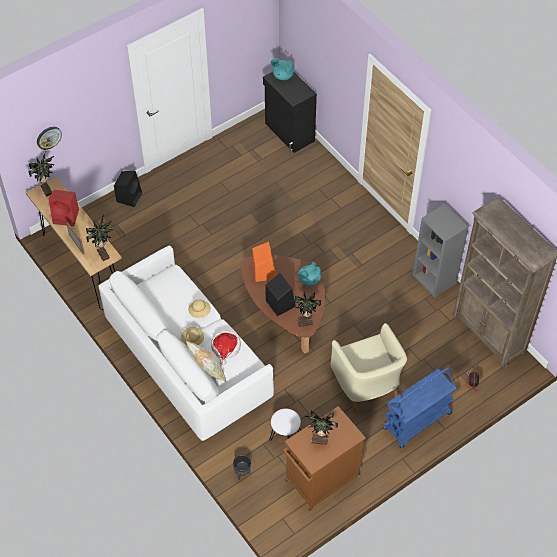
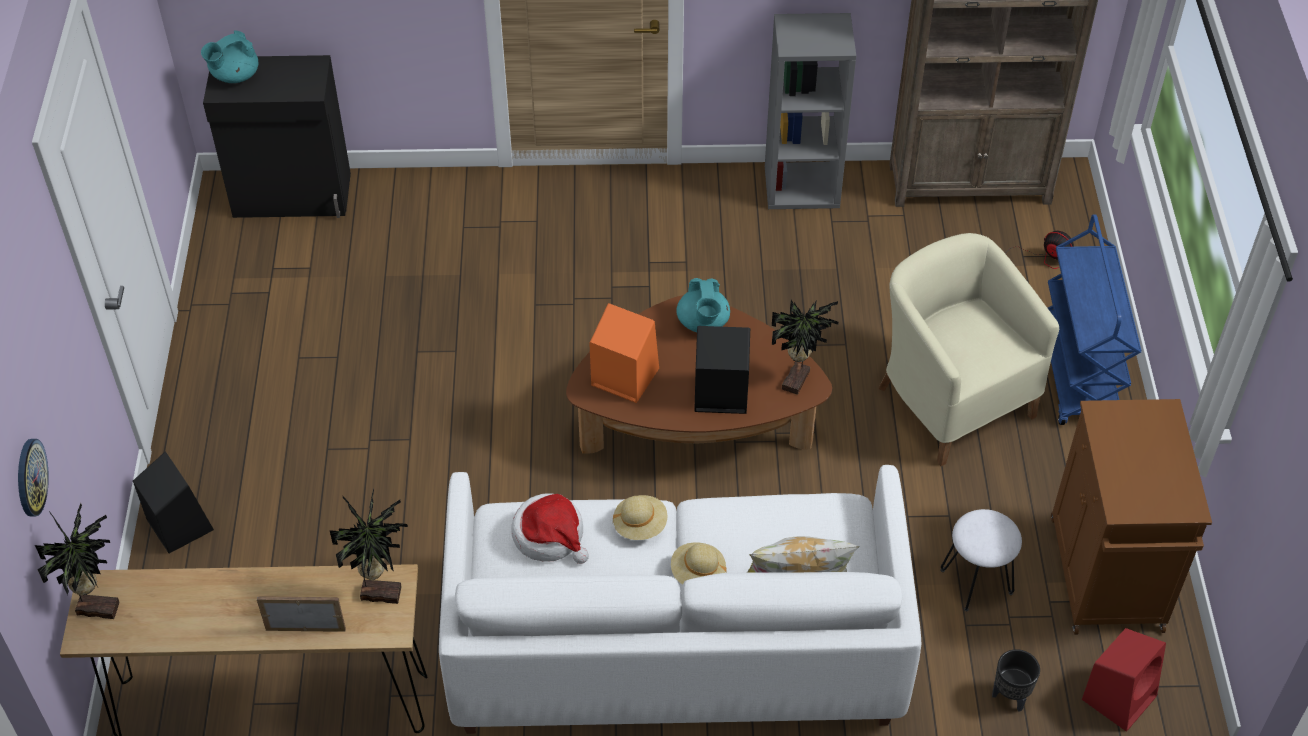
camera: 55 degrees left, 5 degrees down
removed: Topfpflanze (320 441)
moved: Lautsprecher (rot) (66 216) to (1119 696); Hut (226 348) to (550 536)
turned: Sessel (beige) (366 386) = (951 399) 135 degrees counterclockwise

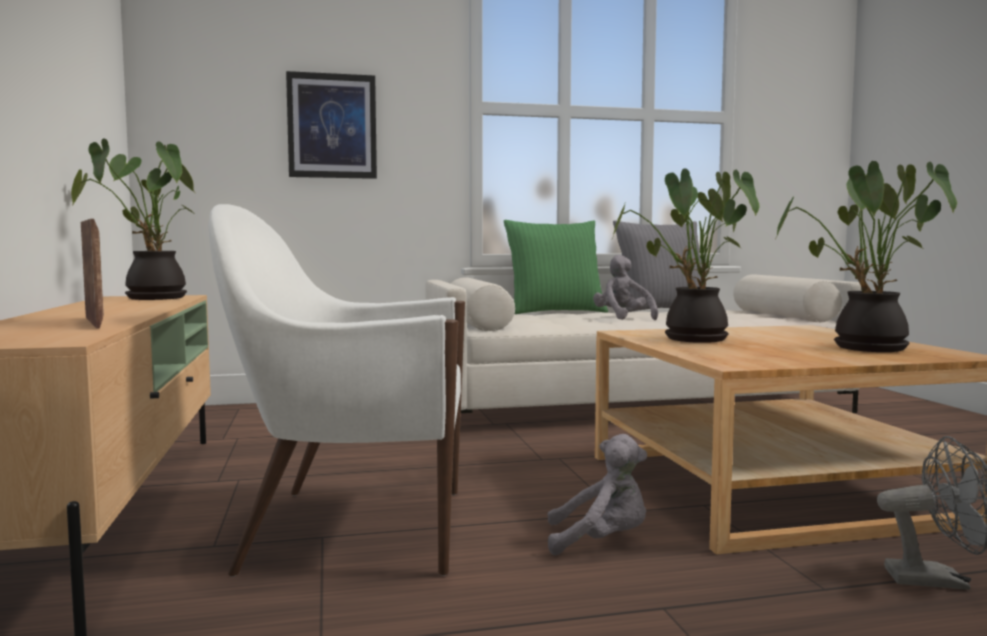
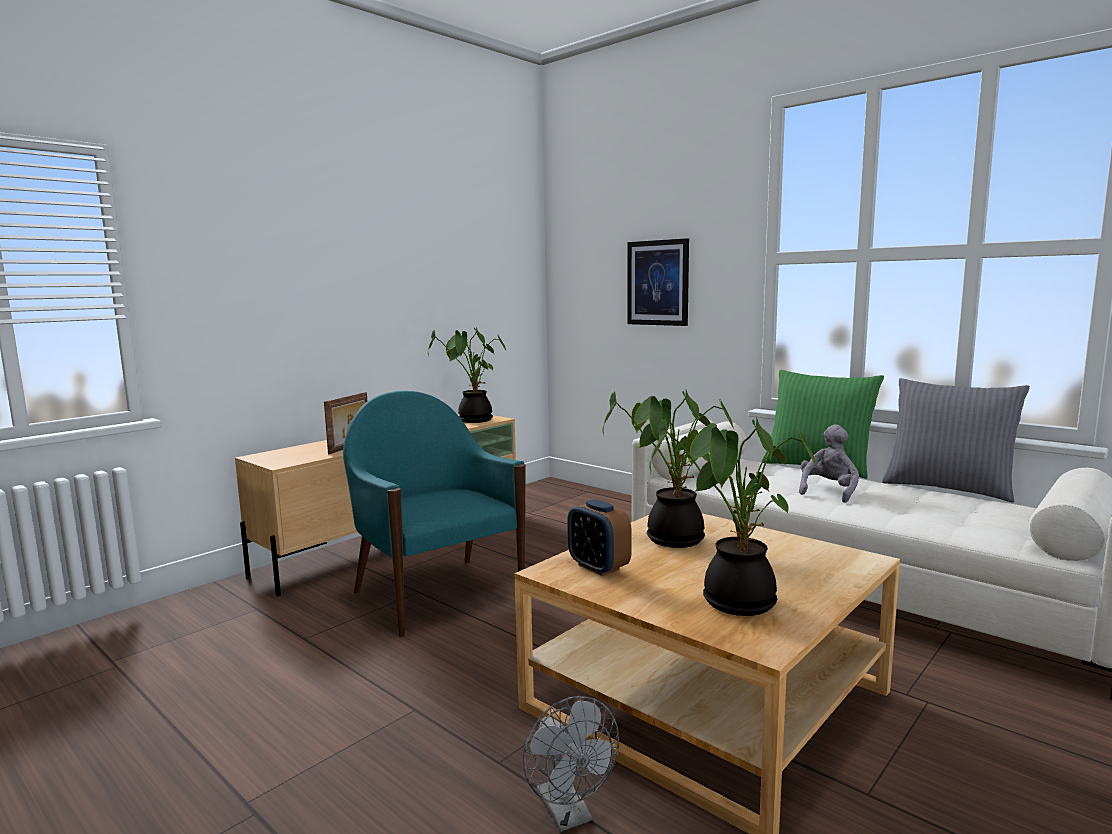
camera: 55 degrees right, 5 degrees up
removed: Plüschtier (grau) (601 542)
added: Wecker (598 567)
recoloured: Sessel (weiß) (352 529) to Sessel (türkis) (436 594)

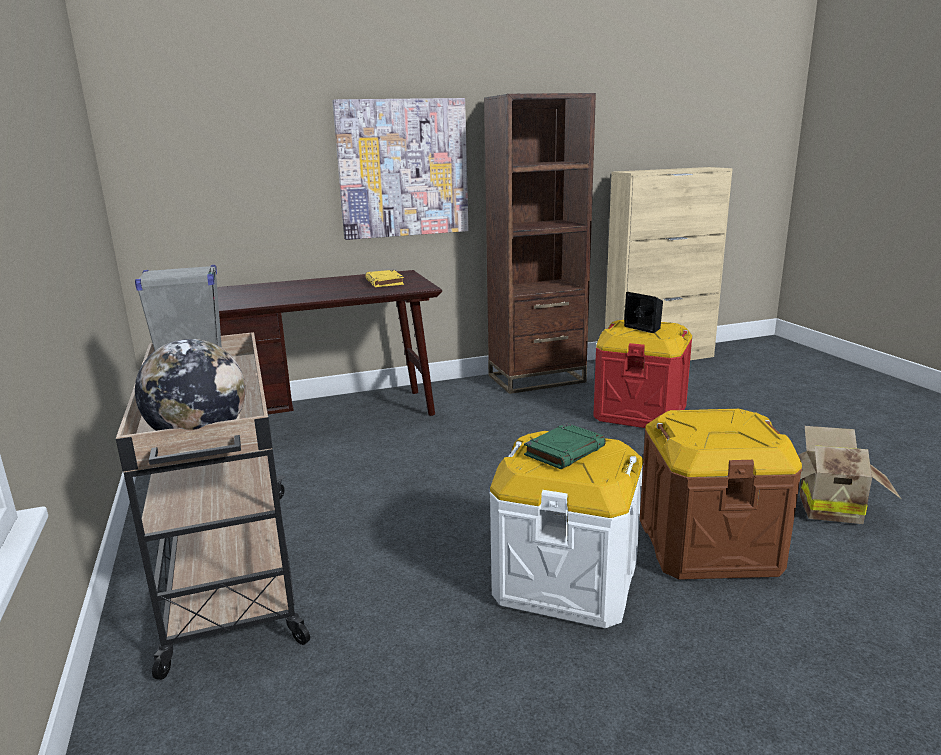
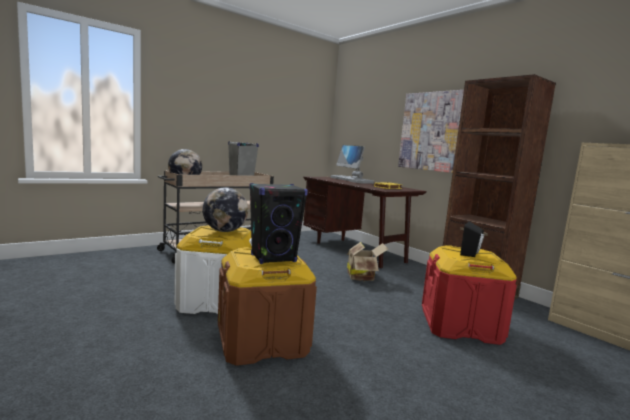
camera: 70 degrees right, 10 degrees down
added: Lautsprecher (schwarz) (273 258); Monitor (351 180)
moved: Karton (826 508) to (362 277)
replaced: Buch (grün) (564 451) to Globus (224 231)

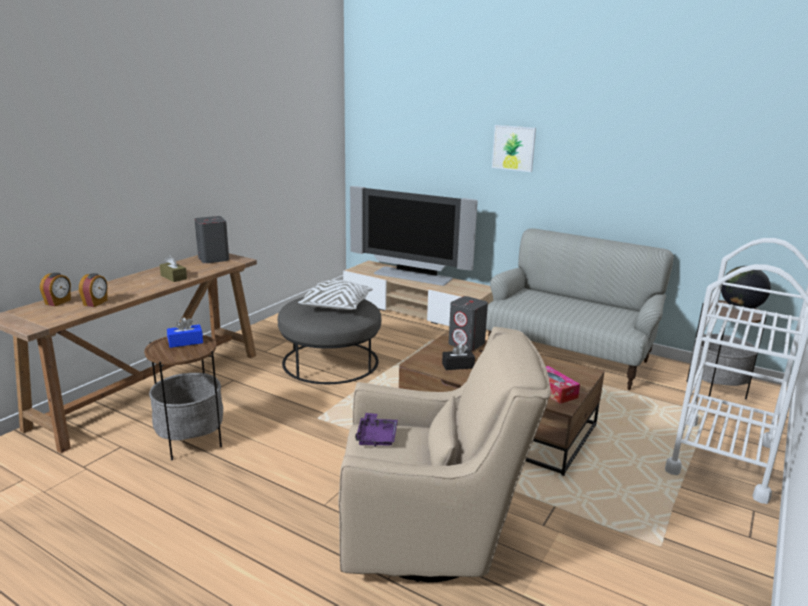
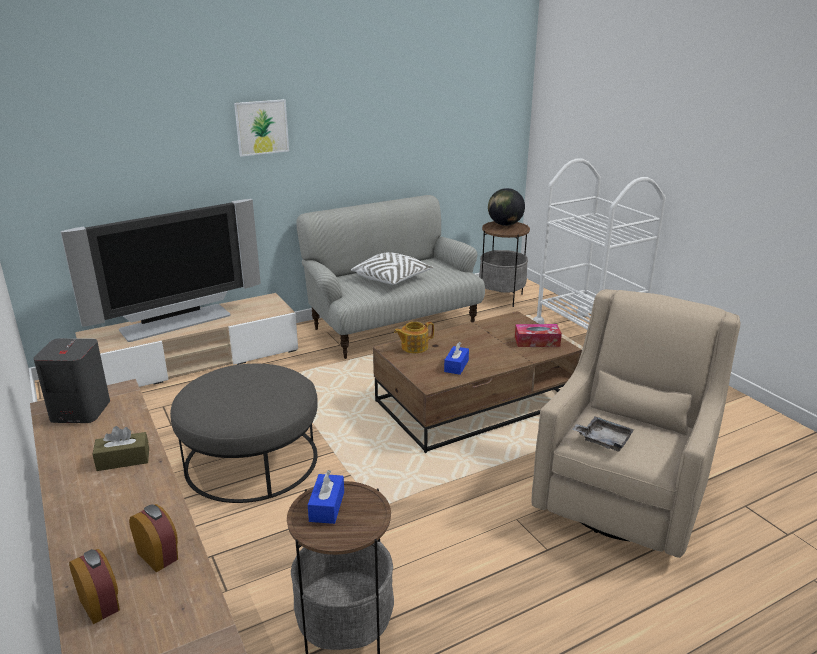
camera: 60 degrees left, 5 degrees up
moved: Kissen (weiß) (336 306) to (392 279)
replaced: Lautsprecher (grau) (467 344) to Teekanne (413 347)
recoloured: Tablett (lila) (376 437) to Tablett (grau) (603 440); Taschentuchbox (schwarz) (458 366) to Taschentuchbox (blau) (456 366)

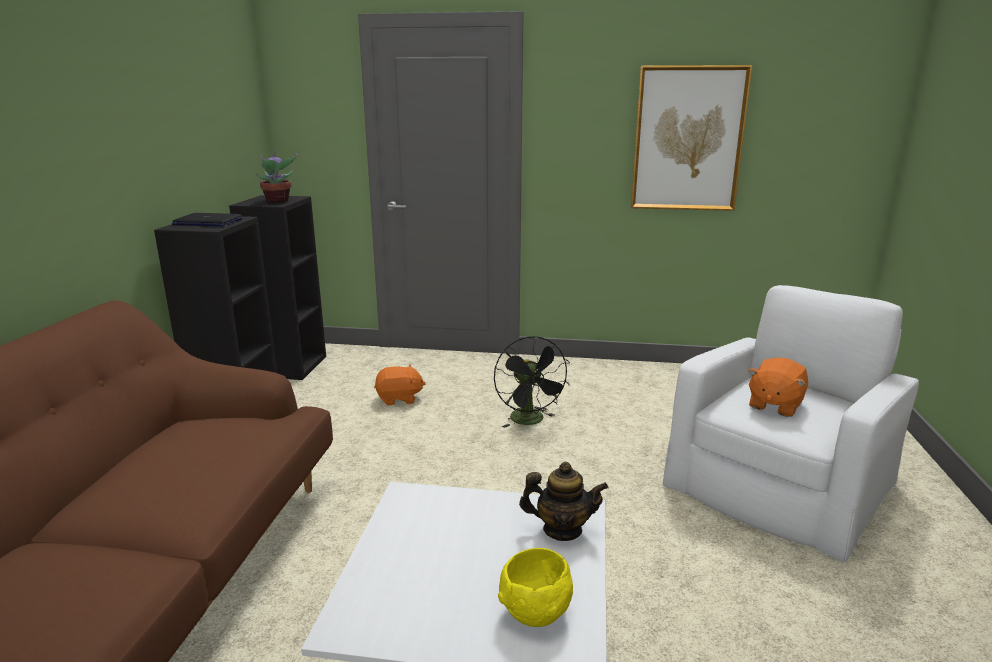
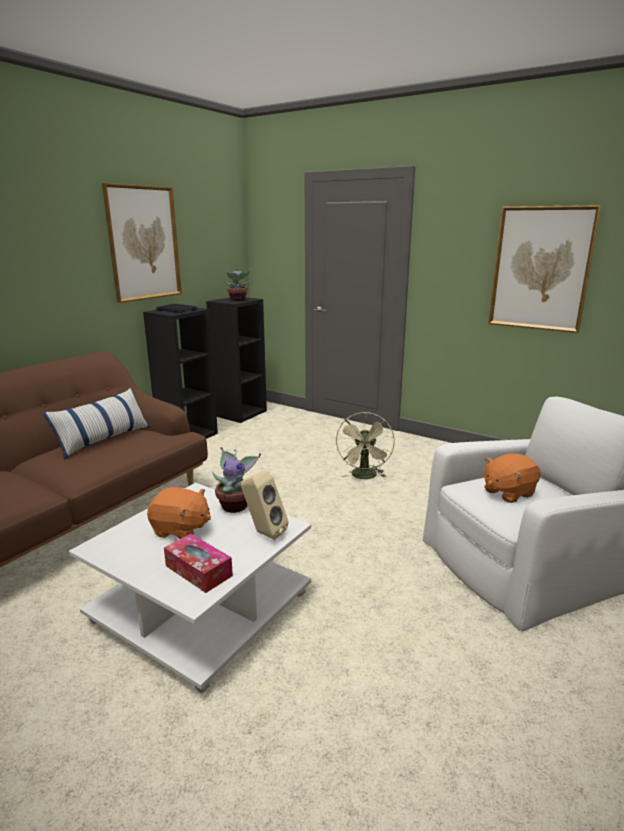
camera: 25 degrees right, 0 degrees up
added: Kissen (103 439); Bild (143 243); Topfpflanze (236 505)
moved: Plüschtier (orange) (399 399) to (181 530)
replaced: Schüssel (gelb) (536 612) to Taschentuchbox (198 570); Teekanne (562 530) to Lautsprecher (beige) (263 533)
recoloured: Ventilator (schwarz) (531 421) to Ventilator (grün) (365 477)

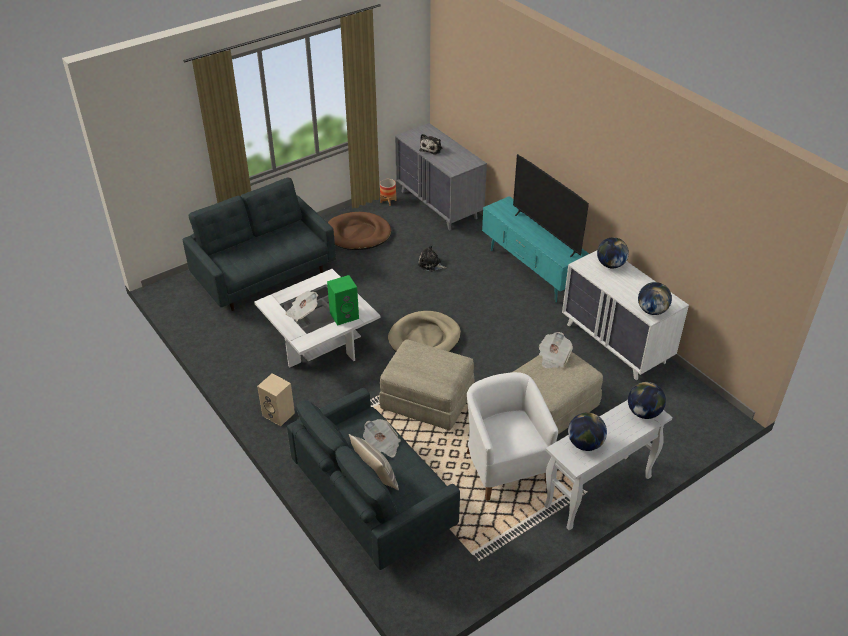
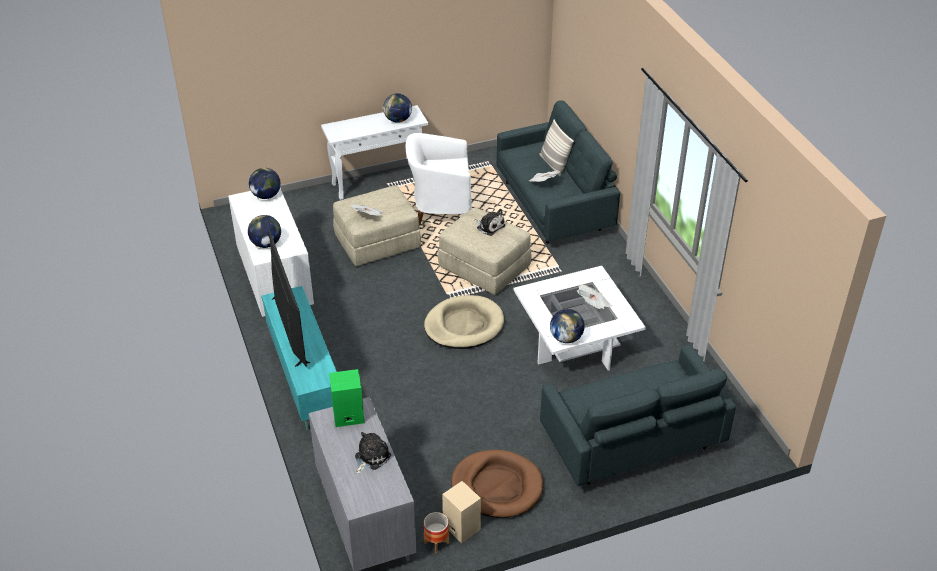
camera: 165 degrees left, 0 degrees up
moved: Lautsprecher (beige) (279 414) to (460 527); Lautsprecher (grün) (344 315) to (347 416); Plüschtier (431 264) to (489 226); Globus (643 413) to (566 338)
turned: Sessel (weiß) (505 466) = (440 209) 90 degrees clockwise

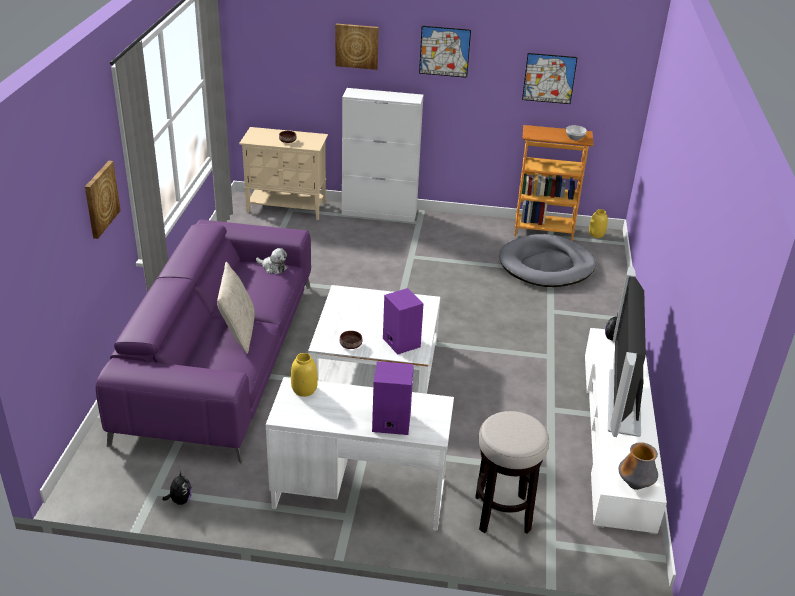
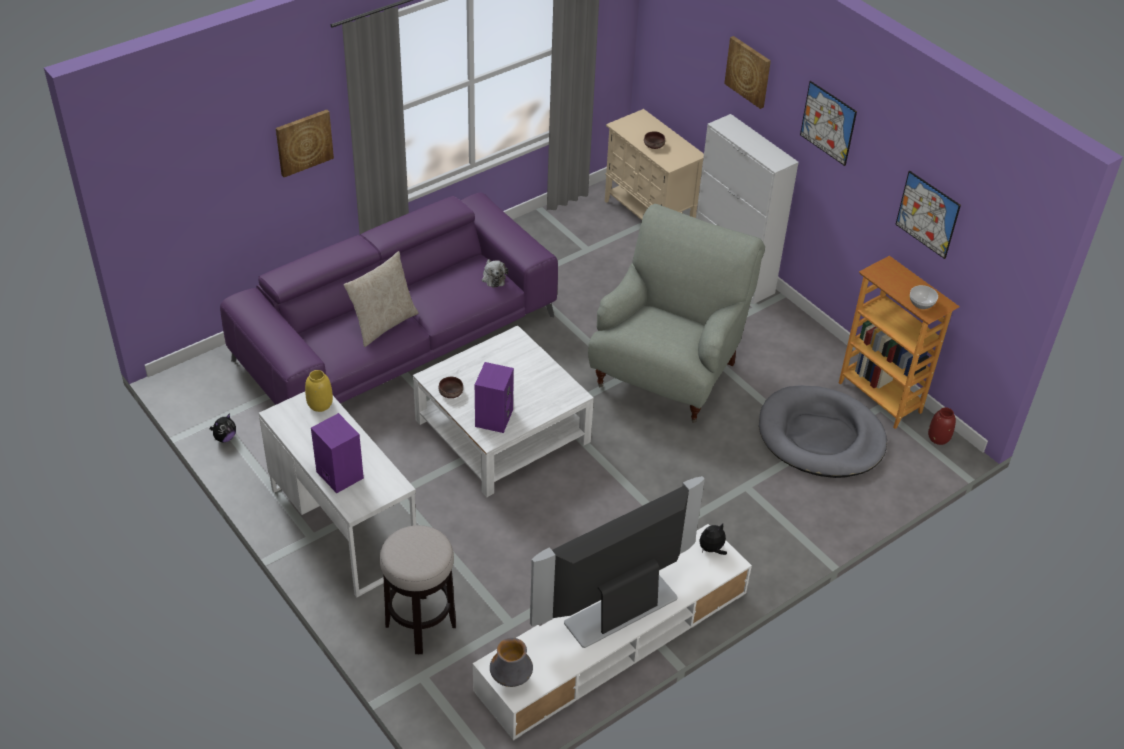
camera: 45 degrees right, 10 degrees up
added: Sessel (grau) (667 373)
recoloured: Vase (gelb) (596 234) to Vase (rot) (939 438)

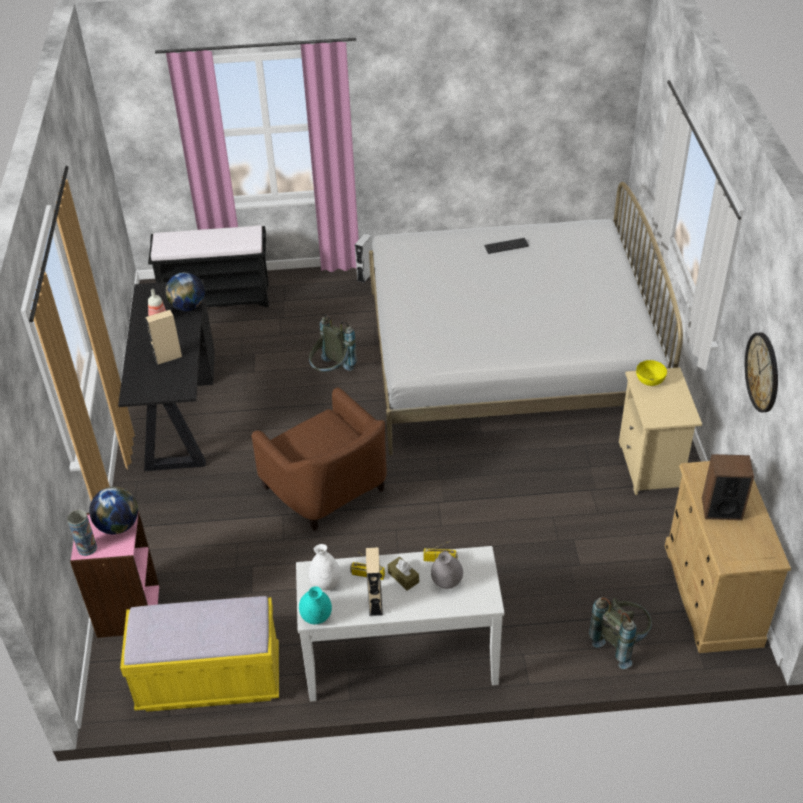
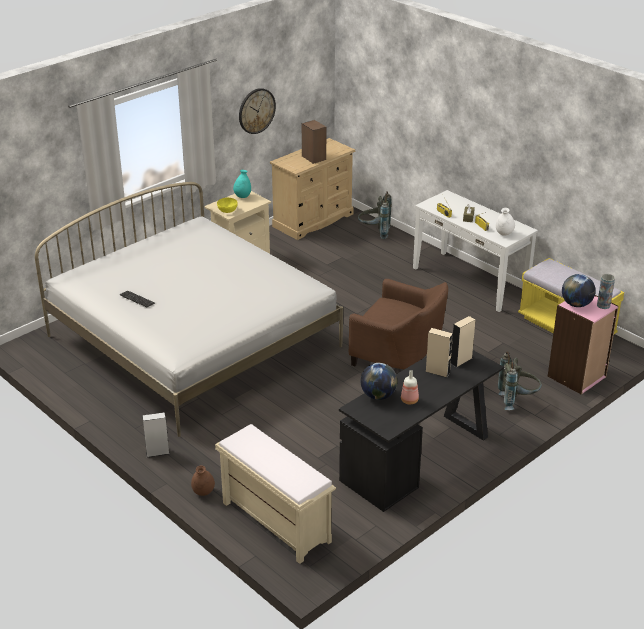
camera: 130 degrees left, 10 degrees down
removed: Vase (grau) (446 582)
added: Vase (braun) (203 492)
moved: Vase (türkis) (316 617) to (242 196); Rucksack (grau) (332 372) to (517 400); Lautsprecher (beige) (375 602) to (461 361)
recoloured: Bank (schwarz) (217 298) to Bank (beige) (274 522)
turned: Sessel (braun) (328 489) = (398 355) 105 degrees clockwise

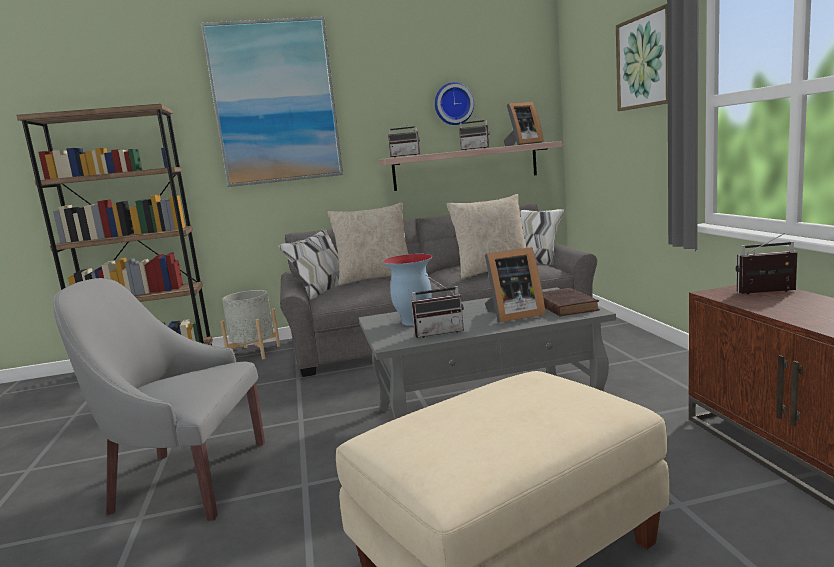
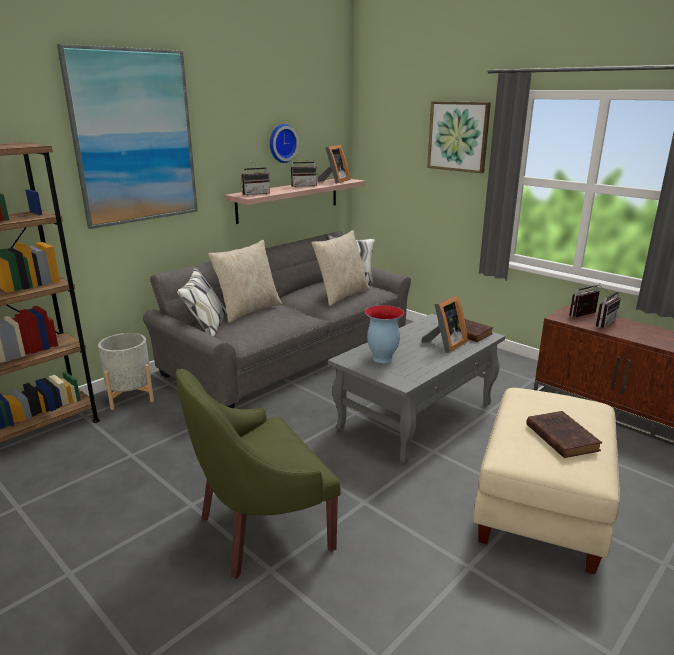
camera: 35 degrees left, 10 degrees up
added: Buch (braun) (560 436)
moved: Radio (438 332) to (602 322)
recoloured: Sessel (grau) (185 480) to Sessel (grün) (260 529)

